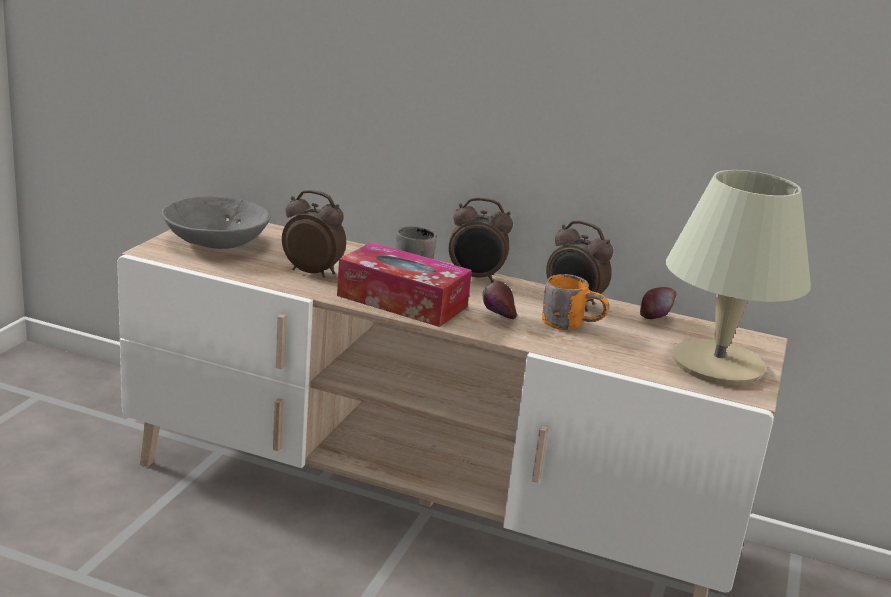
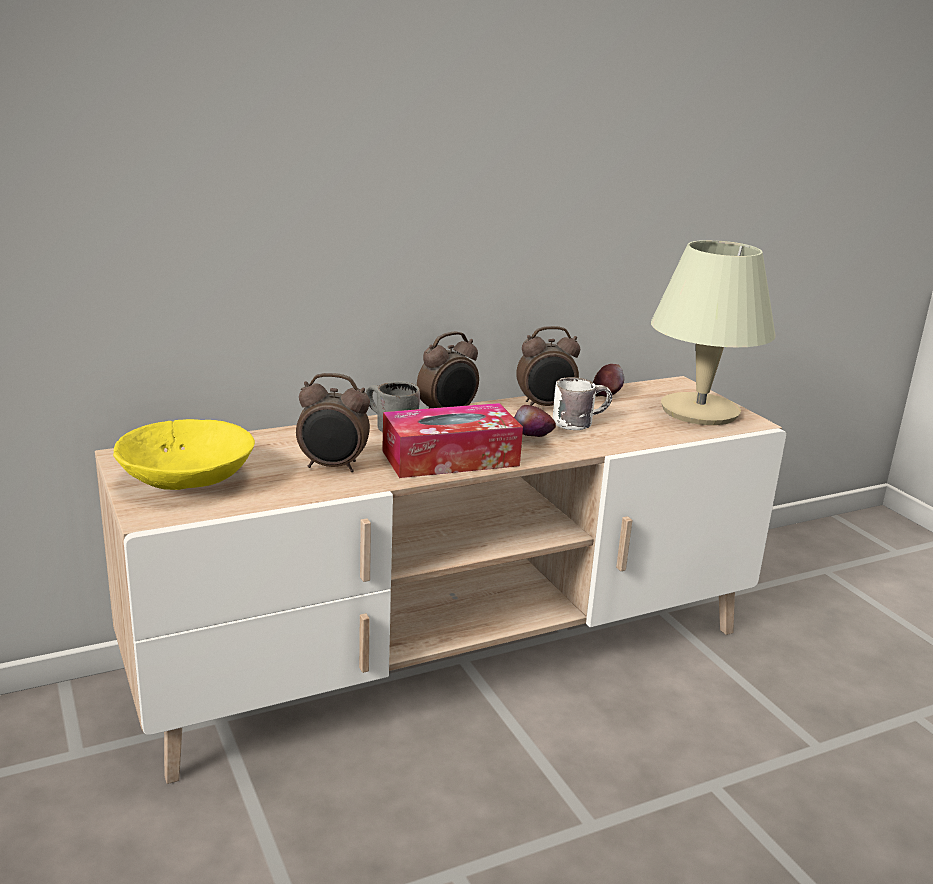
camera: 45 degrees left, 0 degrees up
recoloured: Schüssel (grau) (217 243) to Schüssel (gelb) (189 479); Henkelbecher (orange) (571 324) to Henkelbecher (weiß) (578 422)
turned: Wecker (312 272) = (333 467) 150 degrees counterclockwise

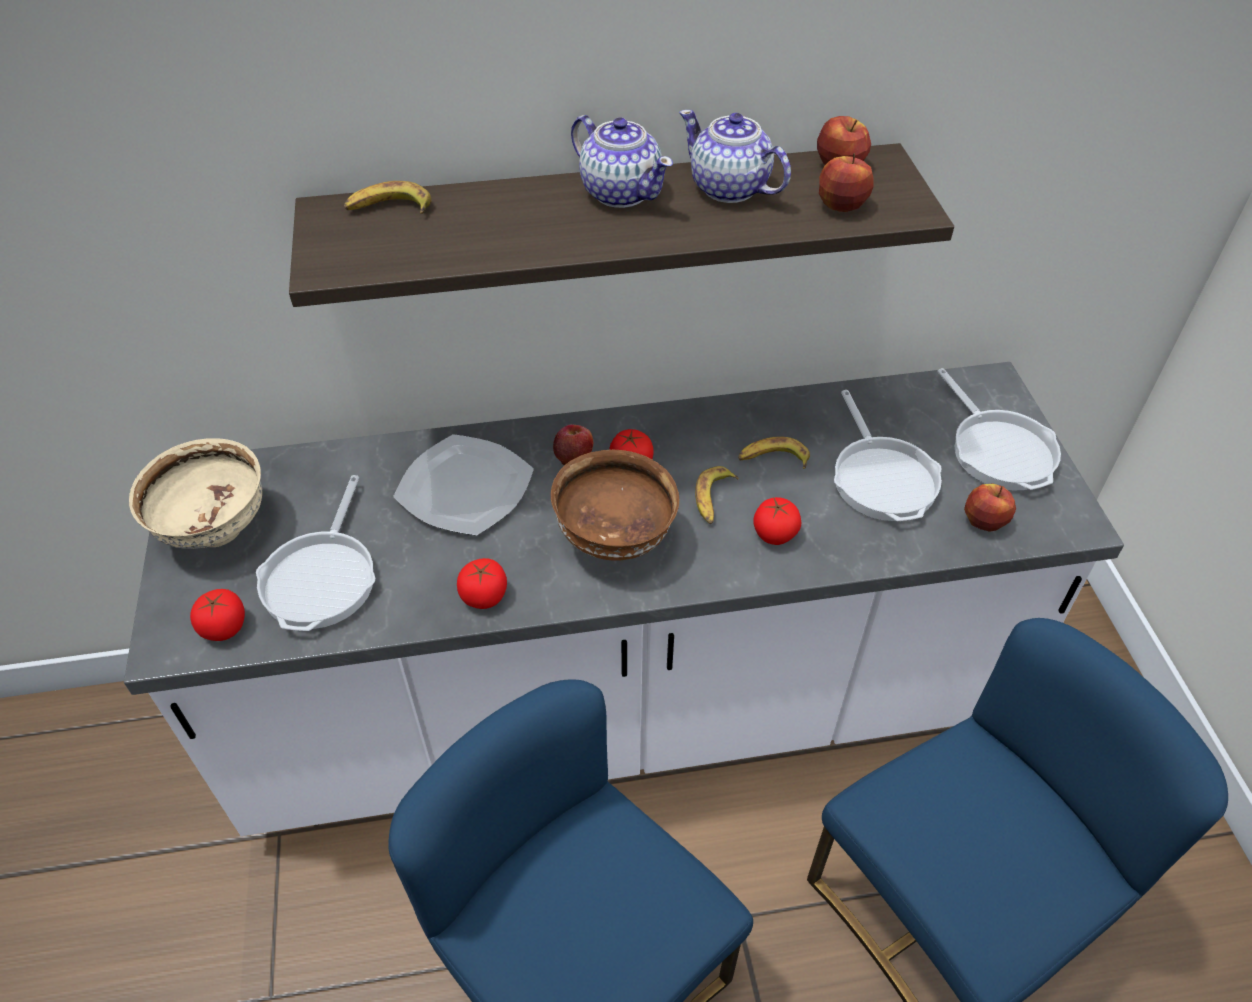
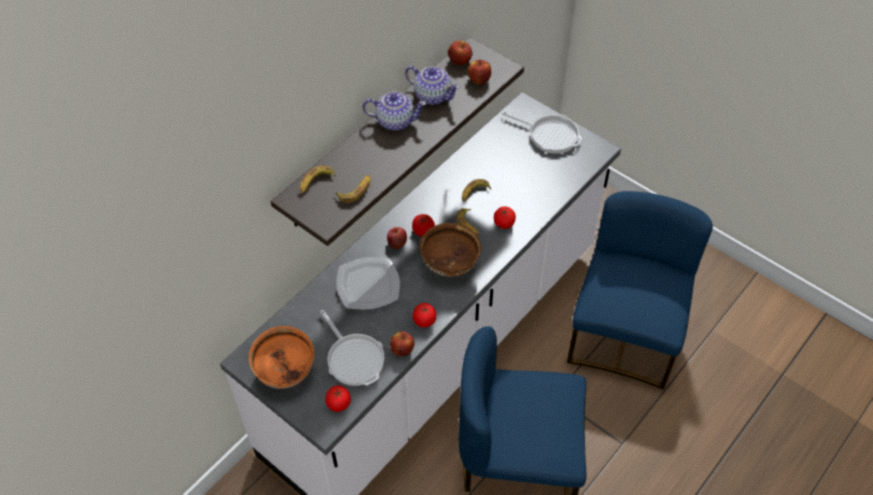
camera: 40 degrees left, 5 degrees up
removed: Pfanne (882 477)
added: Banane (355 191)
moved: Apfel (983 521) to (402 350)
recoloured: Schüssel (beige) (217 531) to Schüssel (orange) (286 372)
turned: Teekanne (729 189) = (432 95) 150 degrees counterclockwise

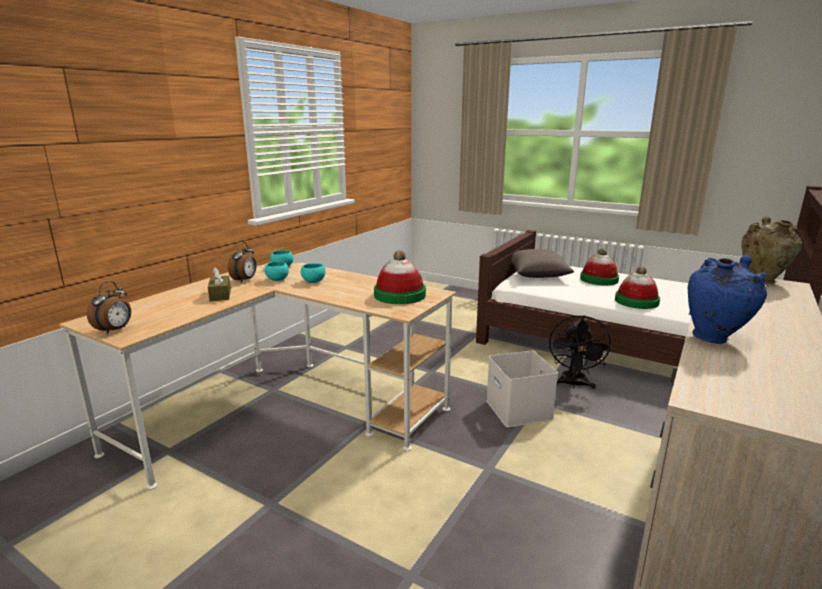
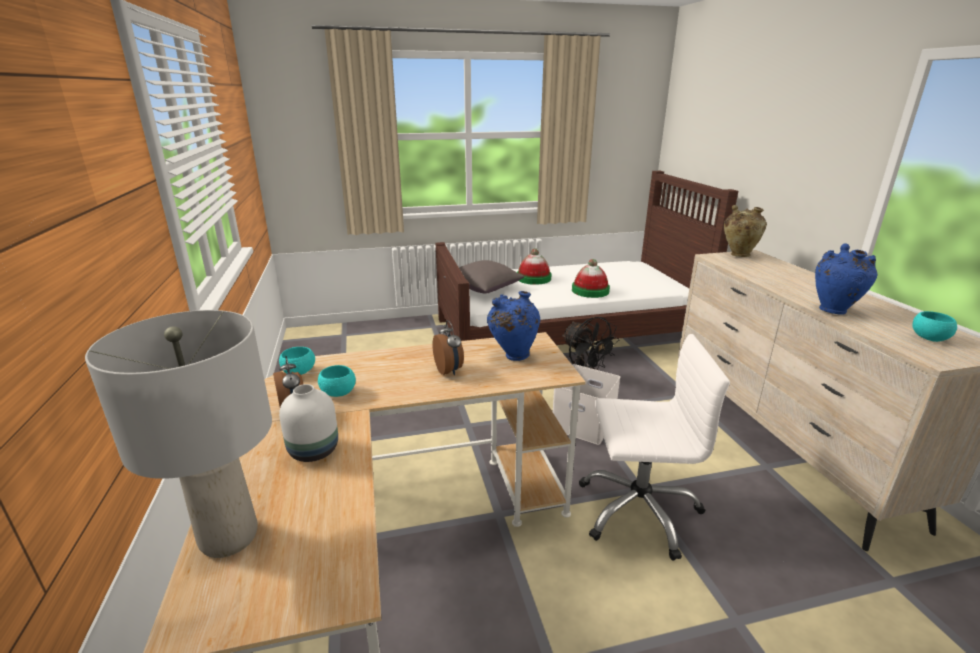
camera: 45 degrees left, 5 degrees up
added: Tischlampe (grau) (228 537); Bürostuhl (weiß) (638 510)
moved: Wecker (115 330) to (449 370); Schüssel (türkis) (314 281) to (929 338)
replaced: Taschentuchbox (braun) (220 295) to Vase (weiß) (315 450); Hut (399 295) to Vase (blau) (513 356)

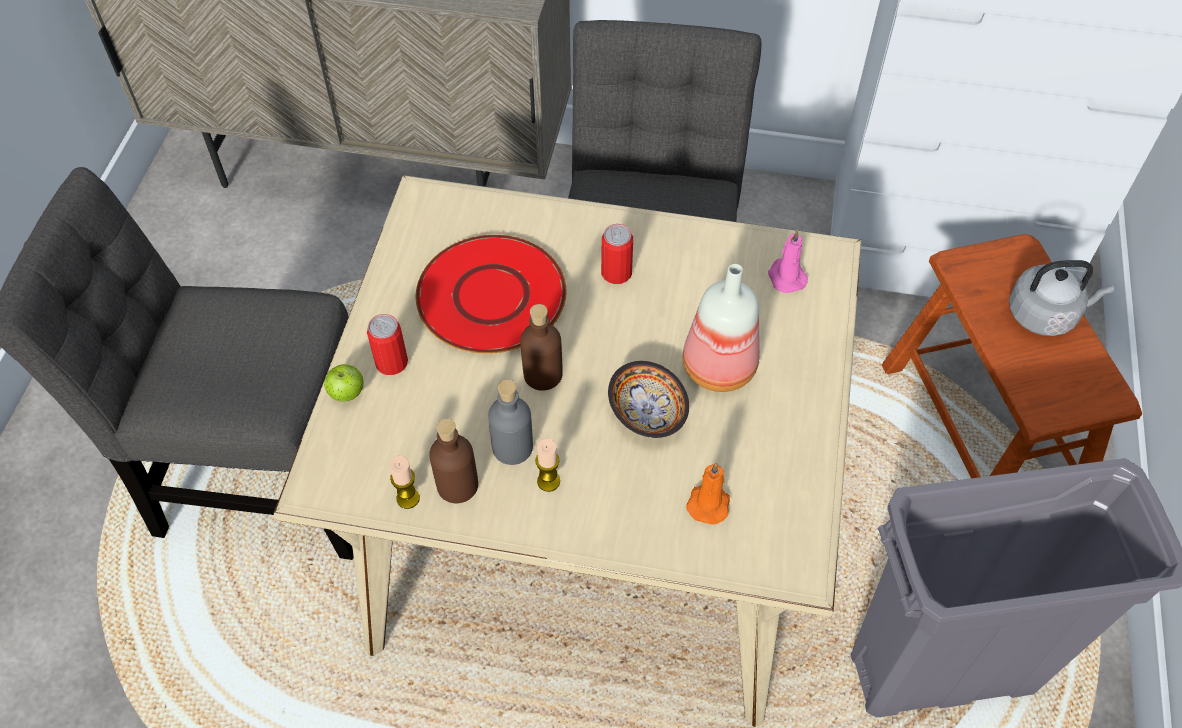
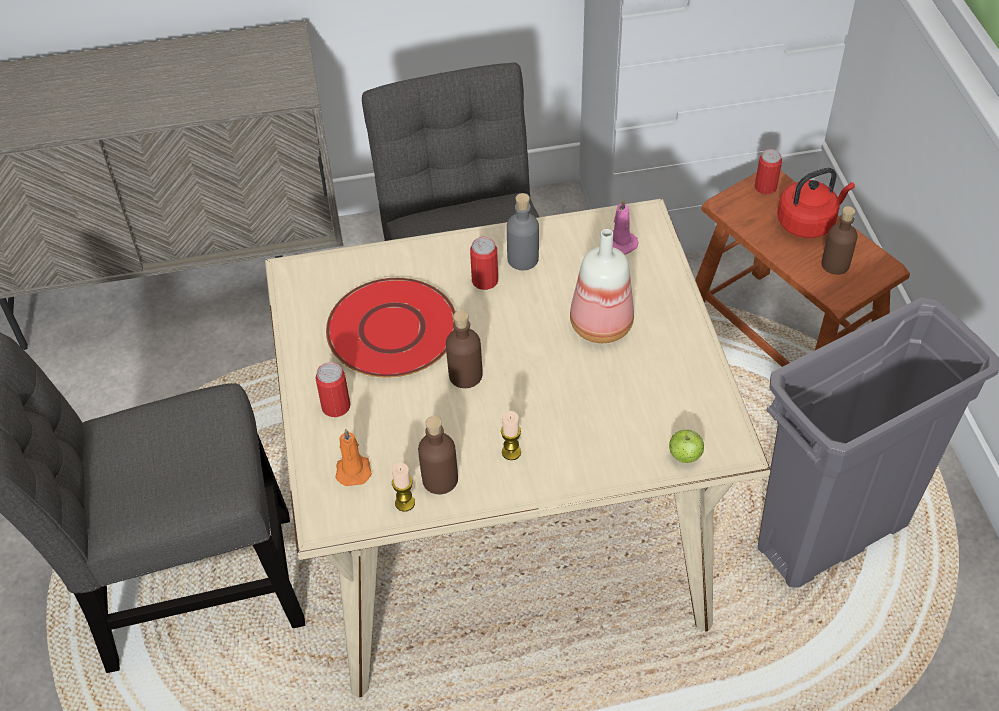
camera: 20 degrees left, 5 degrees down
removed: Schüssel (648 410)
added: Dose (765 187); Flasche (braun) (835 264)
moved: Apfel (347 393) to (685 456); Flasche (grau) (512 447) to (523 259); Kerze (orange) (709 502) to (353 469)
recoloured: Wasserkessel (grau) (1045 314) to Wasserkessel (rot) (808 222)

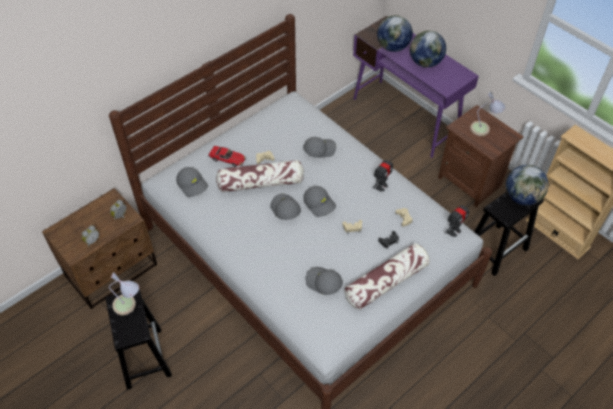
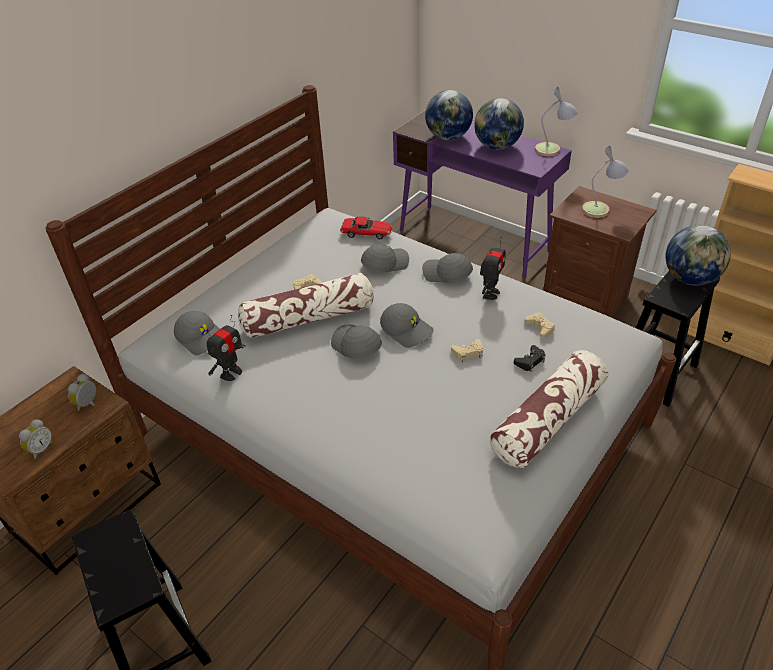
camera: 10 degrees left, 10 degrees down
moved: Tischlampe (129 306) to (553 150); Spielzeugauto (227 159) to (367 233); Kappe (grau) (323 283) to (446 274); Spielzeugroboter (454 231) to (231 373)

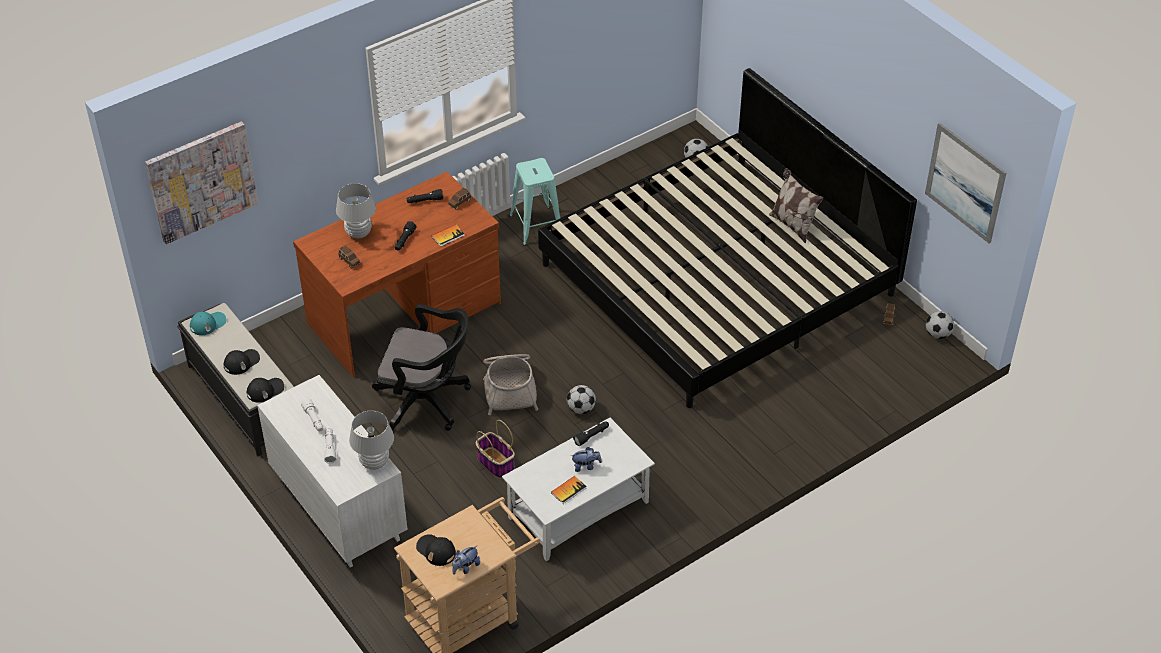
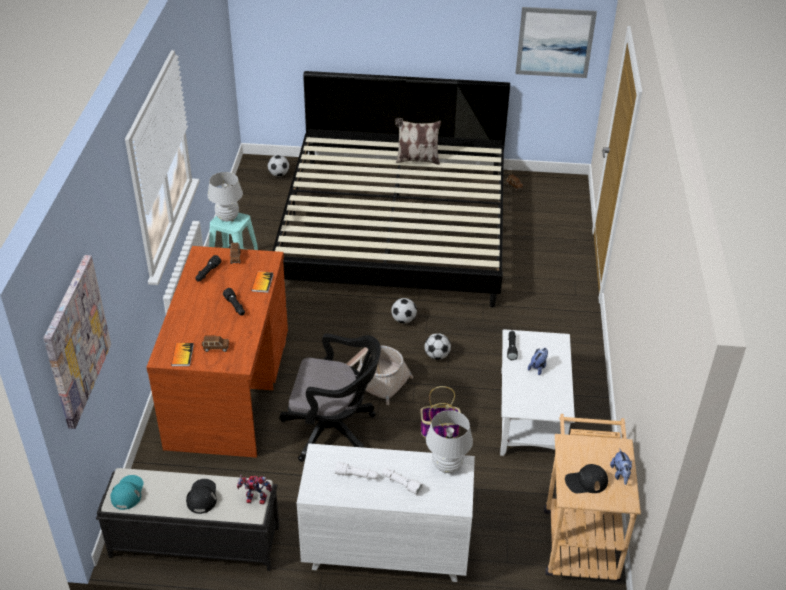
camera: 50 degrees left, 5 degrees down
moved: Tischlampe (weiß) (358 233) to (227 217); Buch (568 490) to (182 355); Fußball (937 334) to (403 320)
replaced: Kappe (schwarz) (265 390) to Spielzeugroboter (254 500)
turned: Bürostuhl (schwarz) (427 401) = (334 430) 45 degrees clockwise

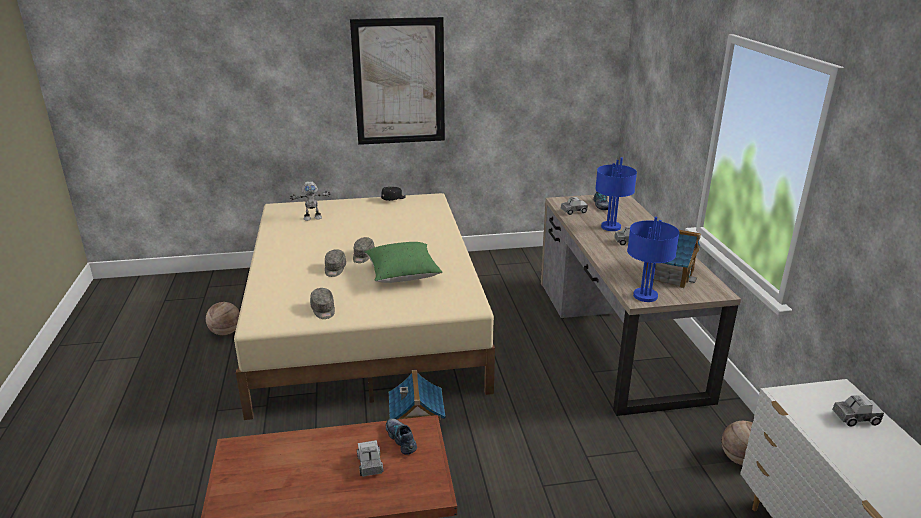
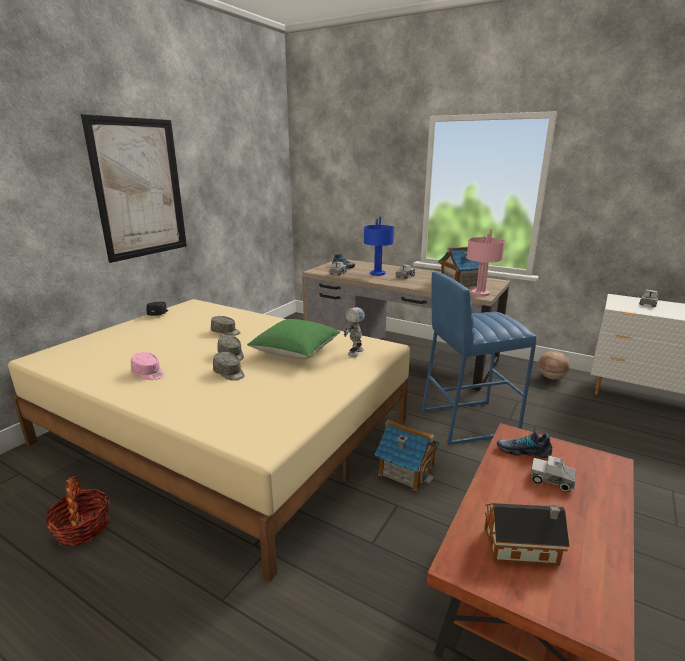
camera: 50 degrees left, 5 degrees down
added: Kappe (rosa) (148 373); Hocker (blau) (468 421); Spielzeughaus (523 547)
moved: Spielzeugroboter (312 218) to (354 352); Kappe (grau) (323 310) to (226 332)
replaced: Basketball (225 332) to Korb (83 528)
recoloured: Tischlampe (blau) (644 295) to Tischlampe (rosa) (479 293)

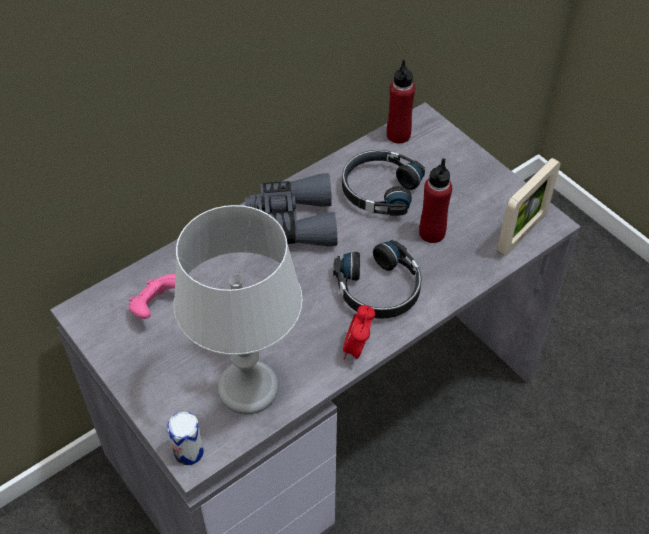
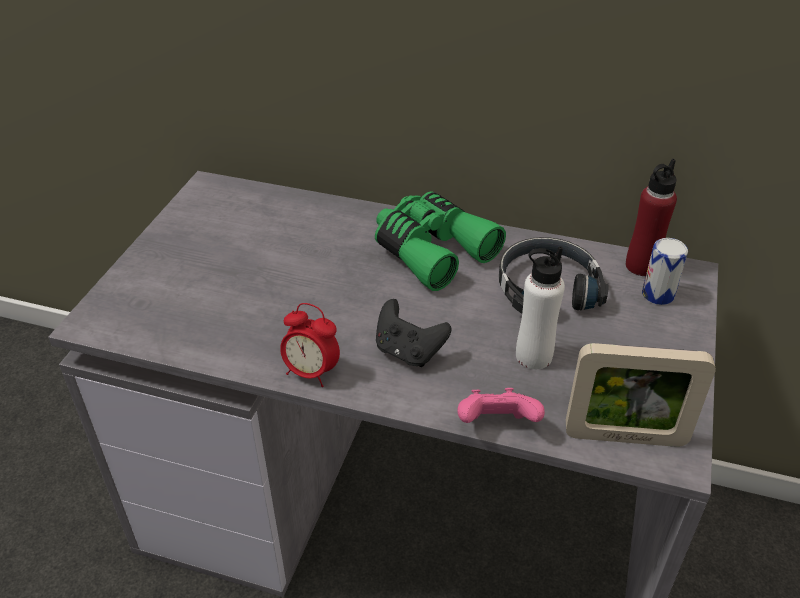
camera: 55 degrees right, 10 degrees down
removed: Tischlampe (grau) (249 388)
moved: Gamepad (rosa) (155 307) to (496 425); Dose (189 452) to (658 294)
replaced: Kopfhörer (schwarz) (379 289) to Gamepad (schwarz) (408 351)
recoloured: Fernglas (grau) (291 223) to Fernglas (grün) (431 250); Flasche (rot) (432 233) to Flasche (weiß) (533 356)
turned: Wecker (357 349) = (311 372) 135 degrees counterclockwise

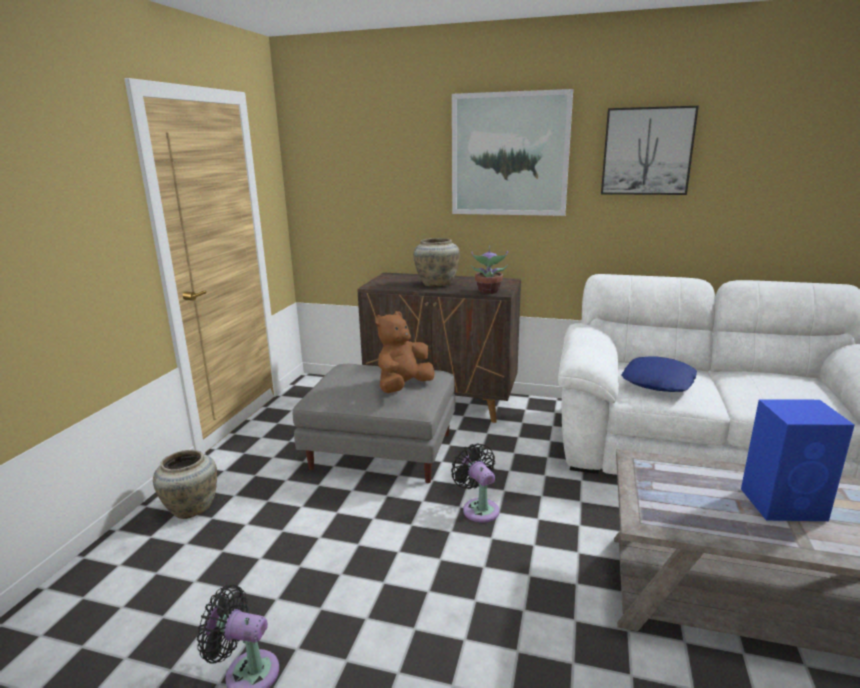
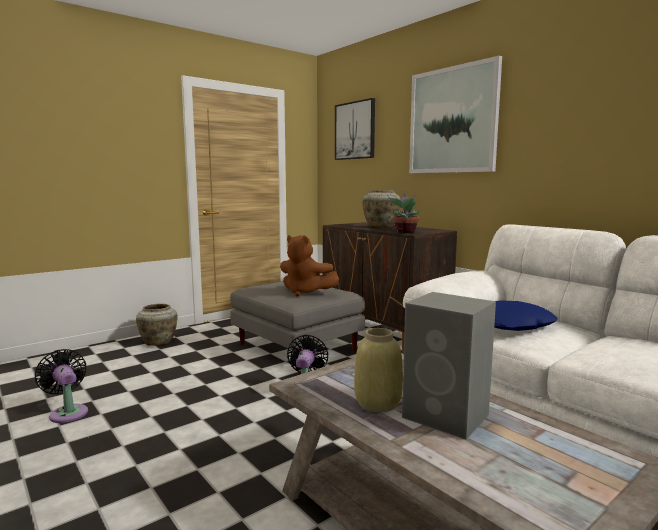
camera: 35 degrees right, 10 degrees down
added: Vase (beige) (378 403)
moved: Bild (647 151) to (355 130)
recoloured: Lautsprecher (blau) (784 504) to Lautsprecher (grau) (447 416)
turned: Plüschtier (braun) (403 387) = (305 292) 135 degrees counterclockwise

